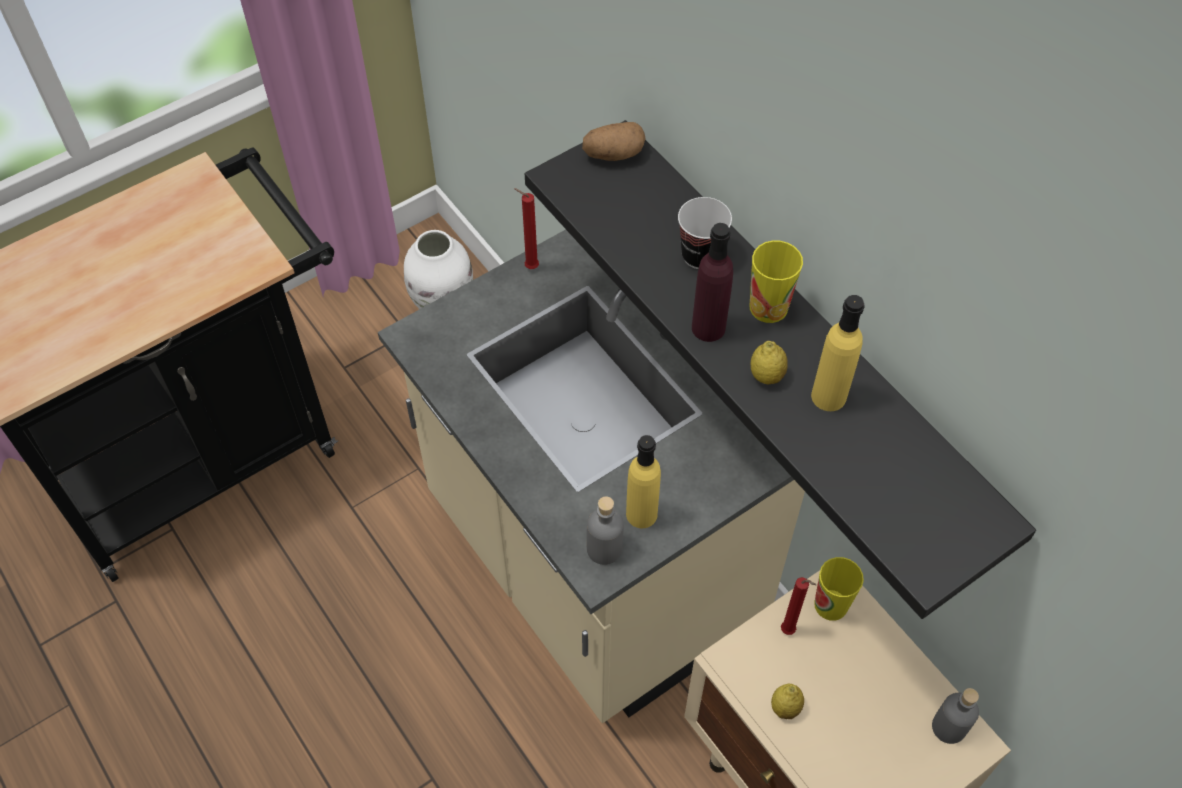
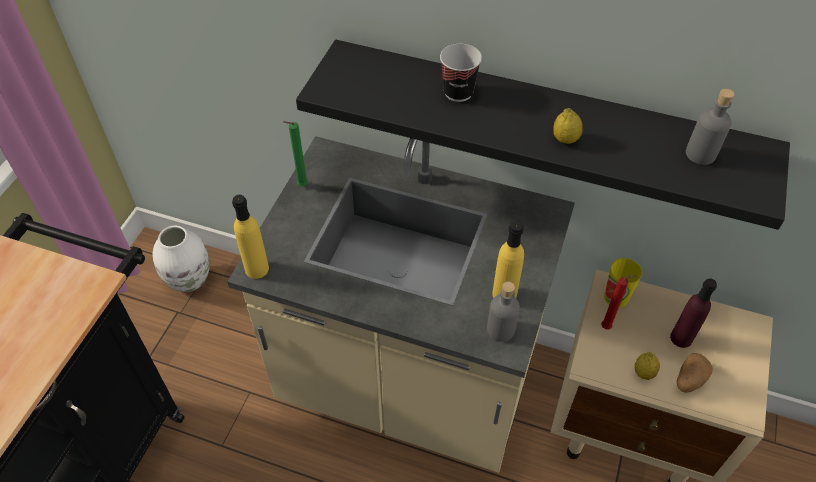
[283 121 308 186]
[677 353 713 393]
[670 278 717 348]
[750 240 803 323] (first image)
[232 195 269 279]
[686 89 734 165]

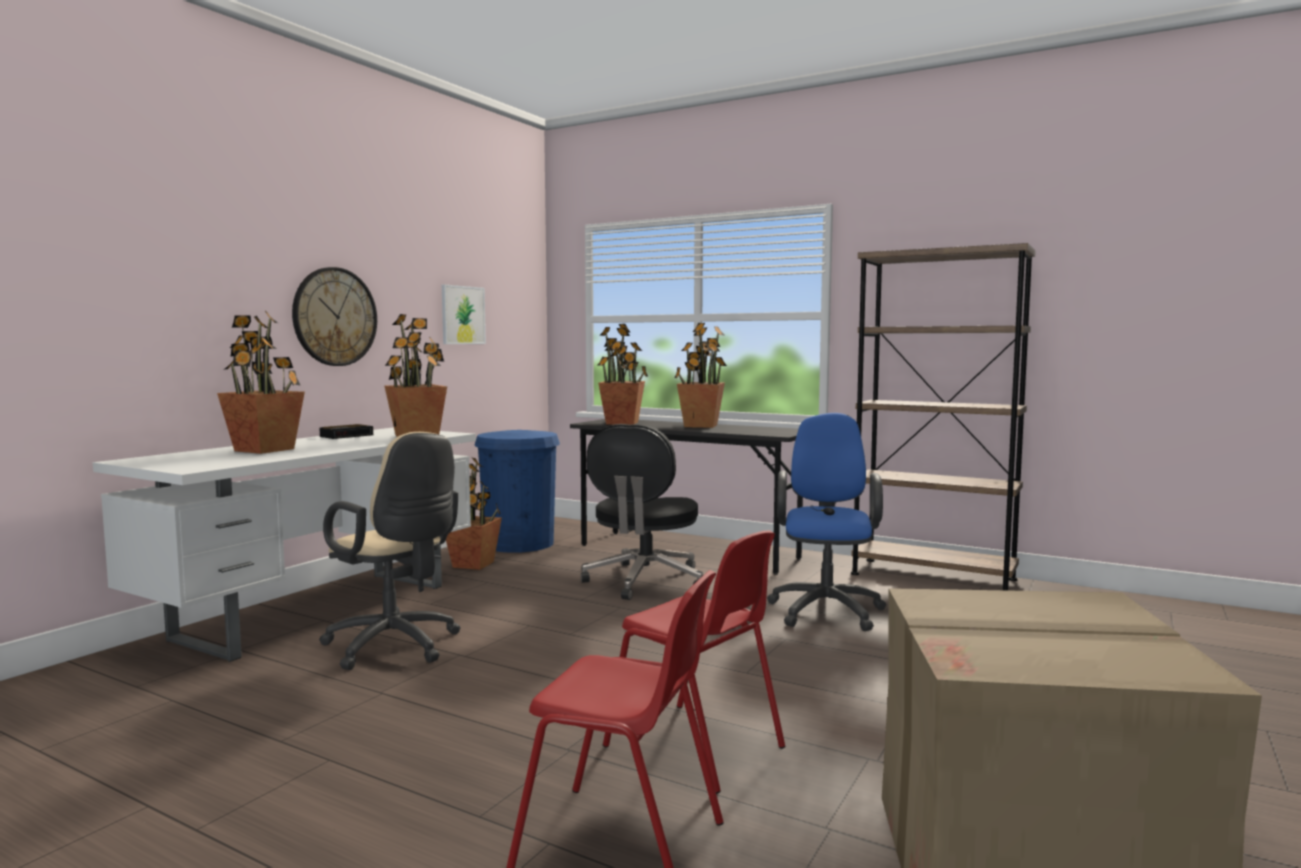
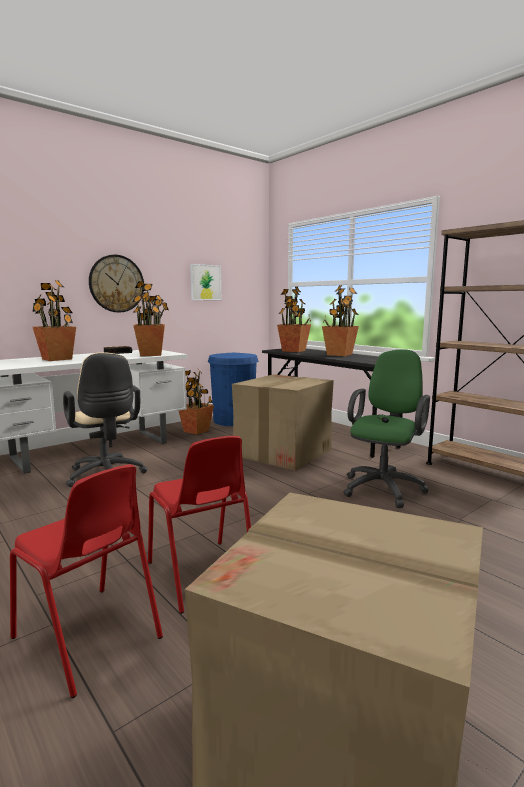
[232 374 334 471]
[343 349 430 508]

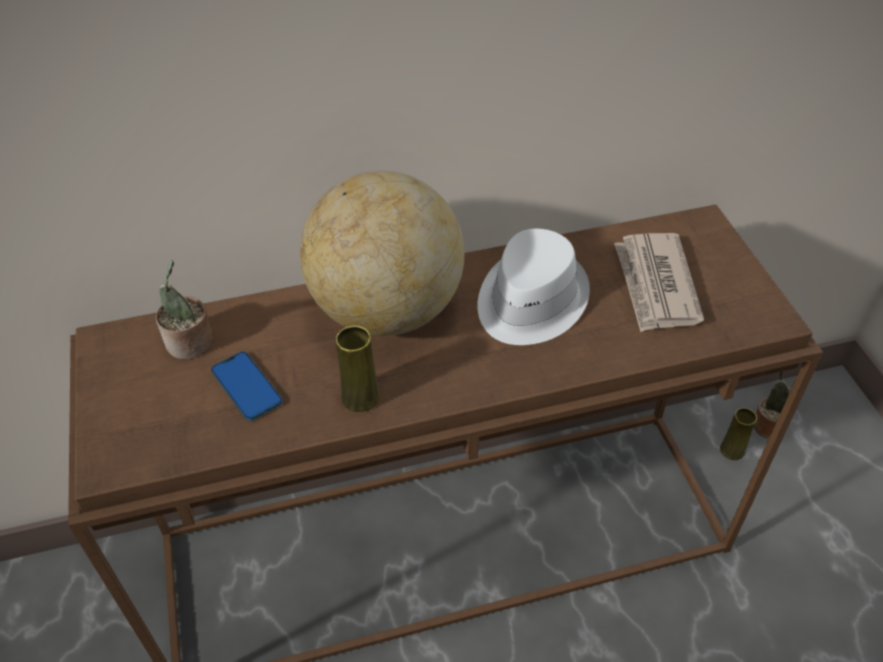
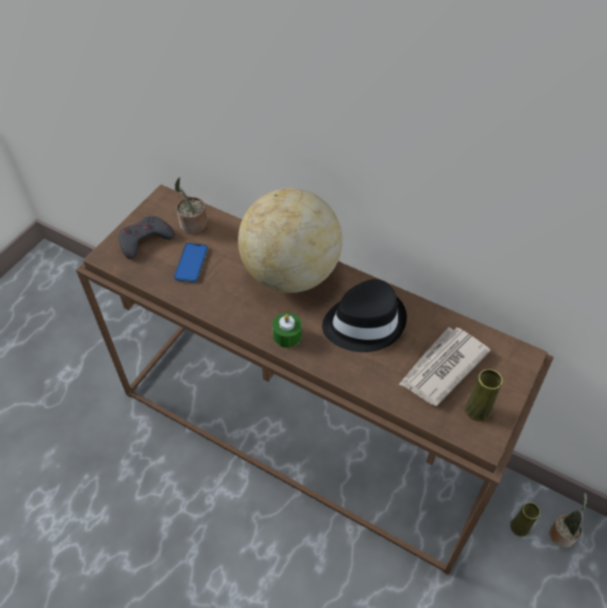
[465 369 503 421]
[322 279 407 352]
[119 216 175 259]
[272 312 302 348]

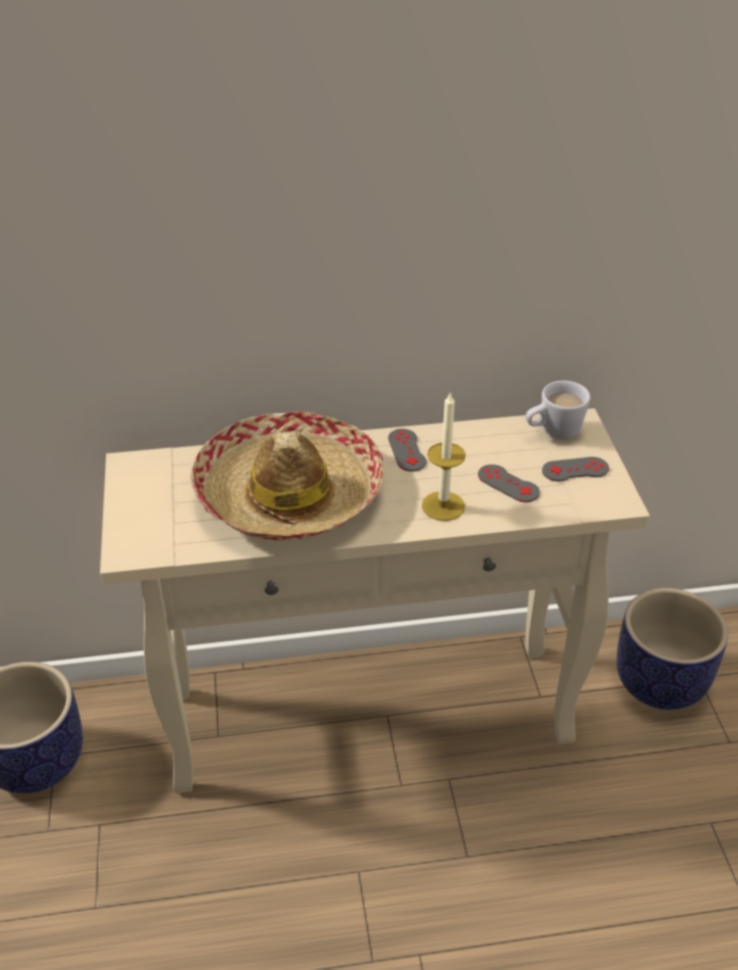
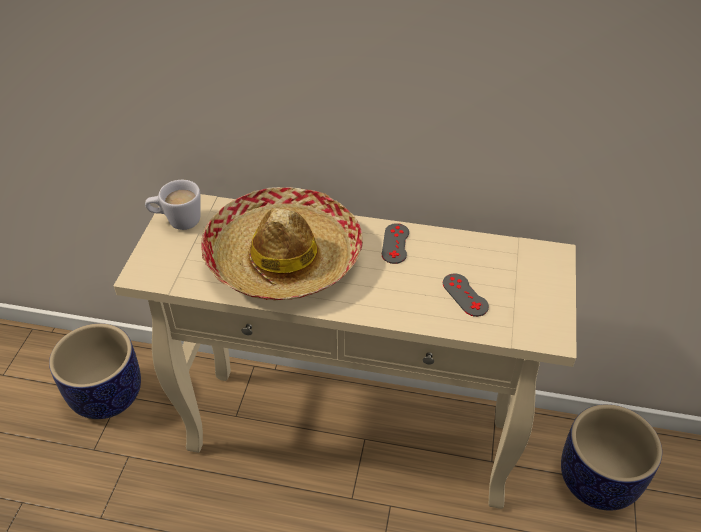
[422 391 466 521] (first image)
[145 180 201 230]
[542 457 609 481] (first image)

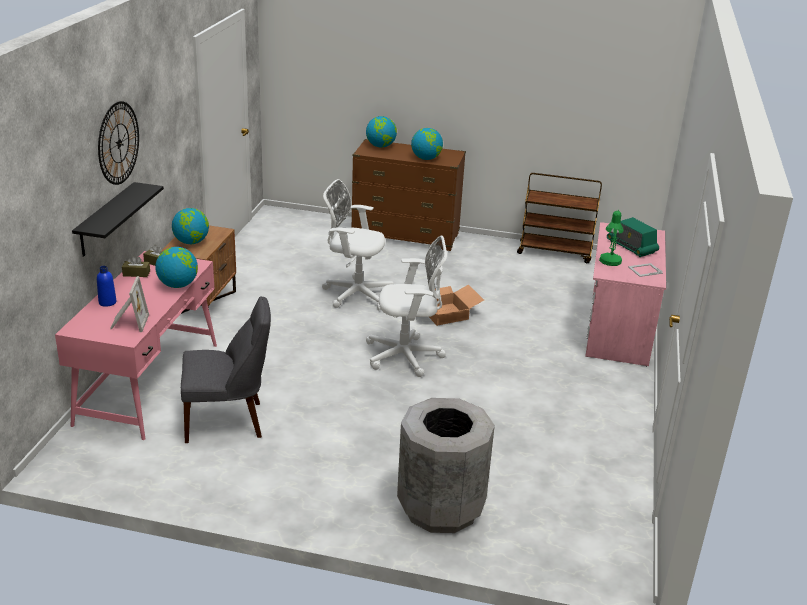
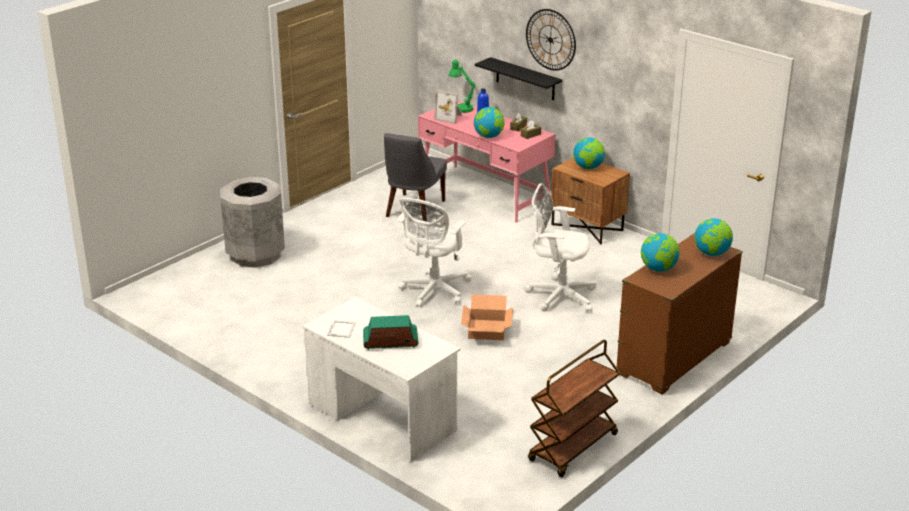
[525 183 597 312]
[303 297 461 461]
[449 59 475 113]

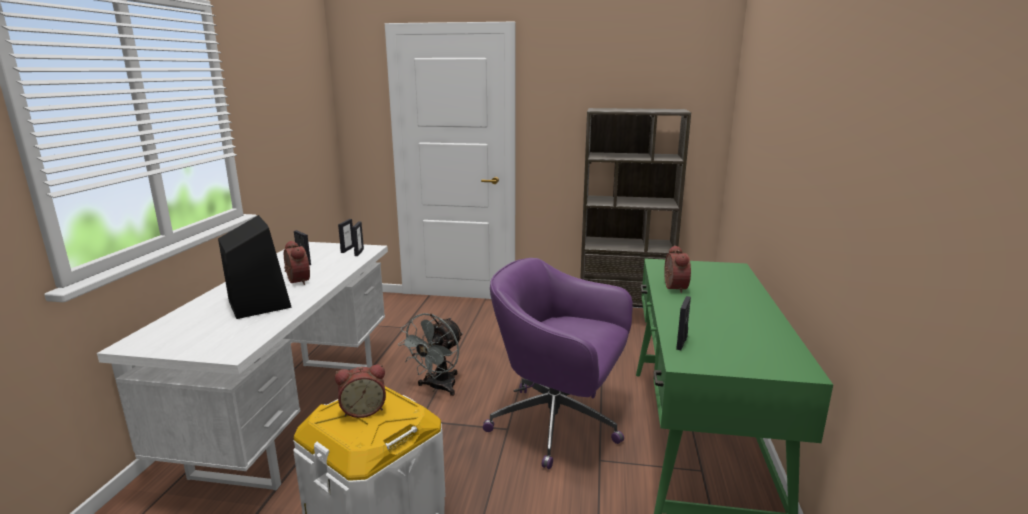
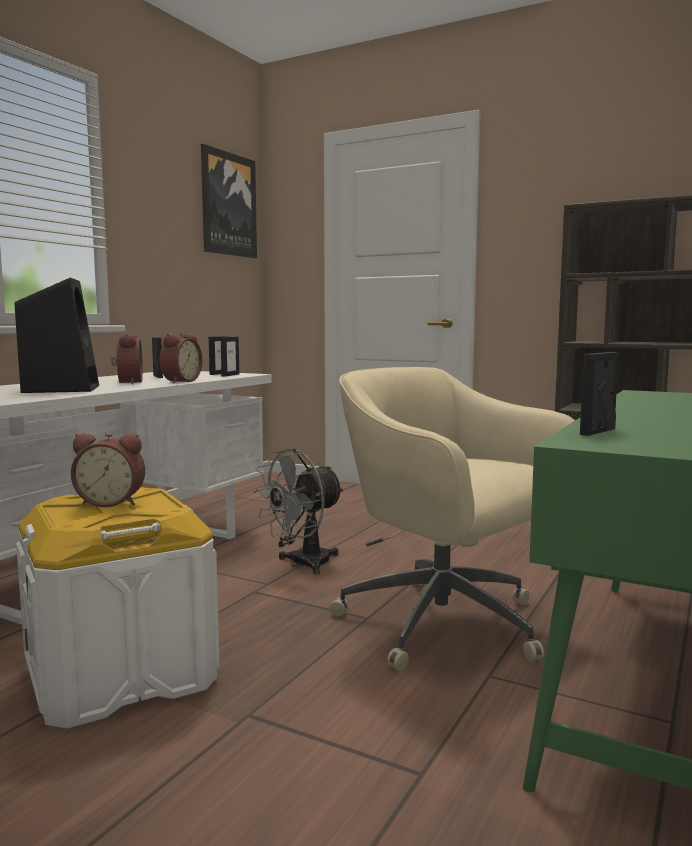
[329 367 575 671]
[159 333 202 383]
[201 144 257 258]

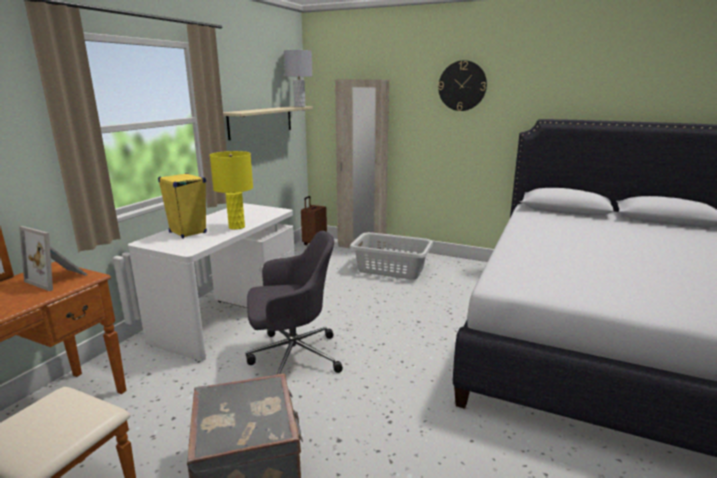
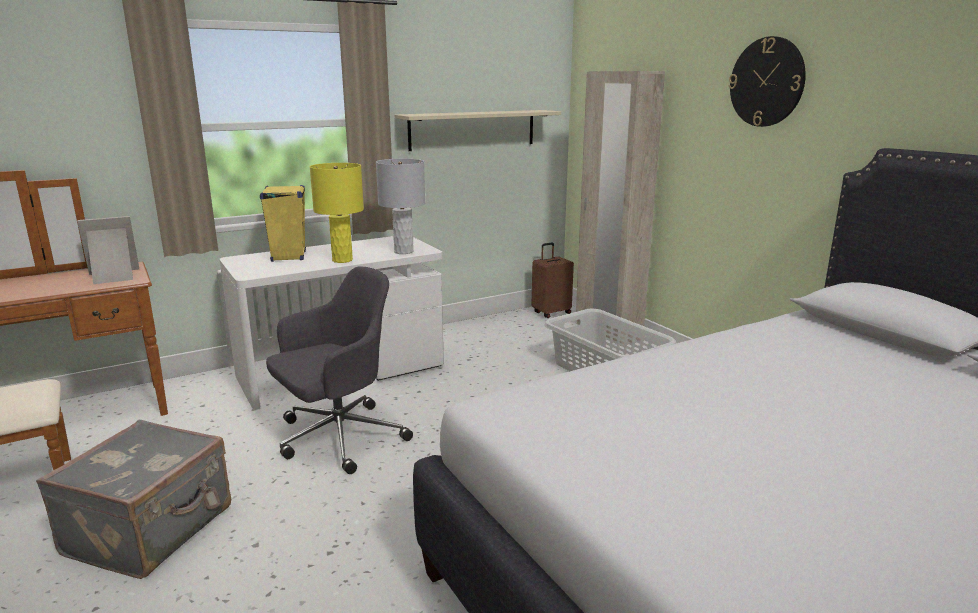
[77 216 139 284]
[266 267 413 474]
[376 159 425 254]

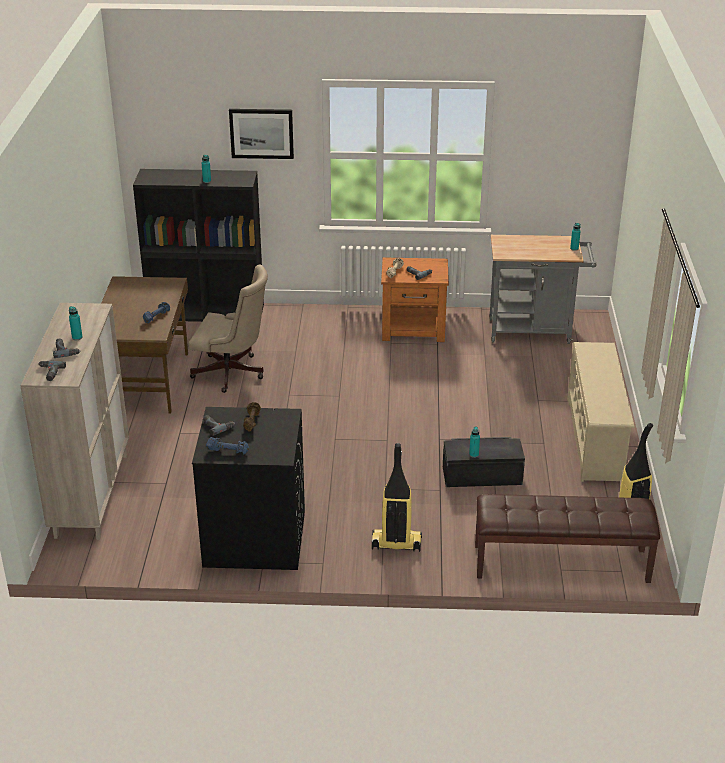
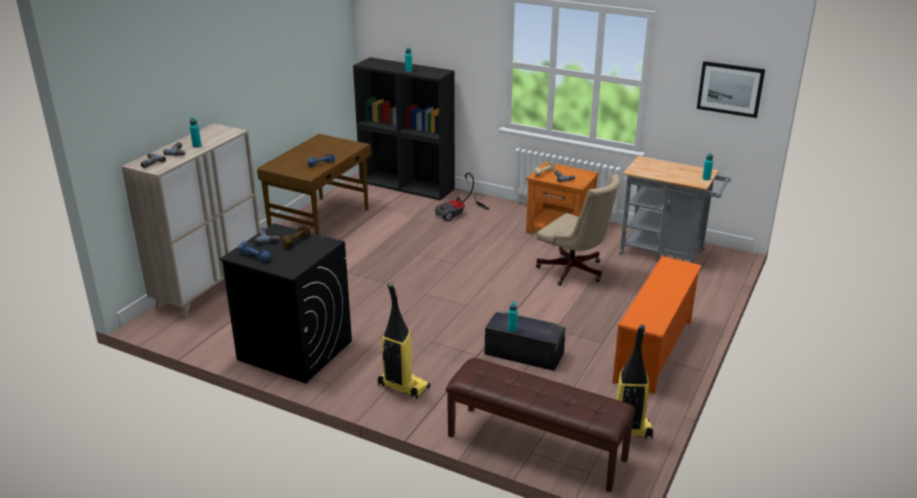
[536 174 620 286]
[697 61 765 118]
[612 256 702 394]
[435 172 490 221]

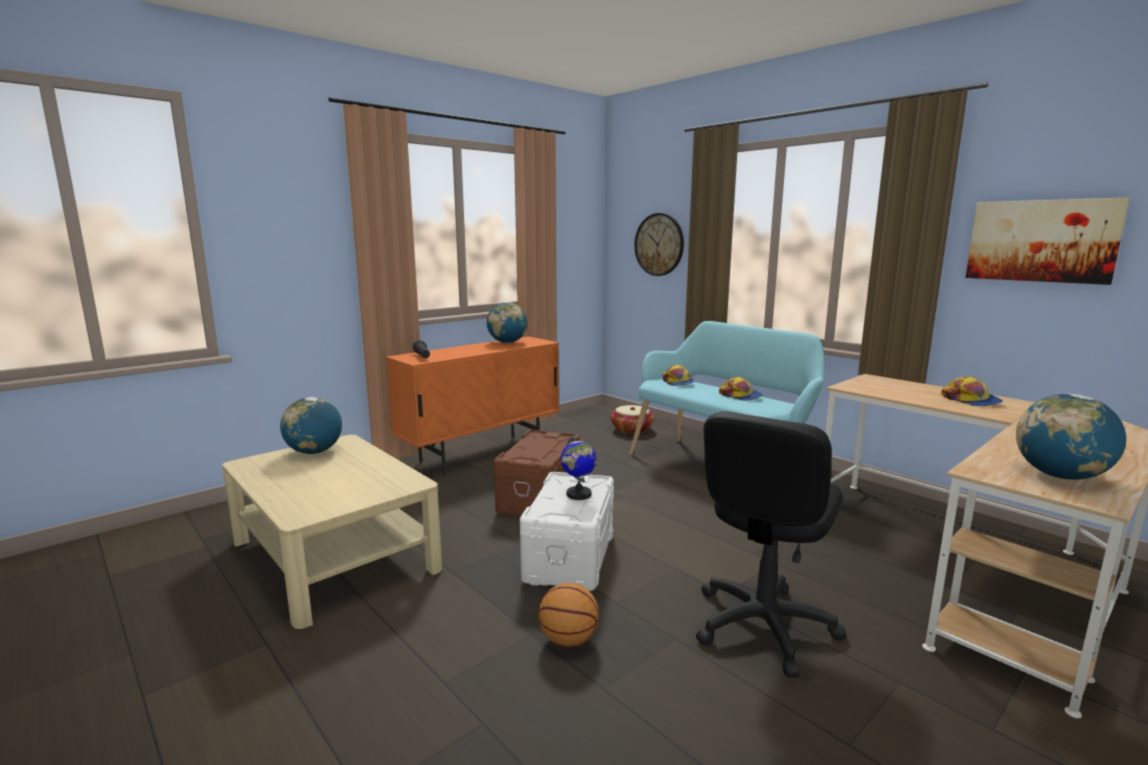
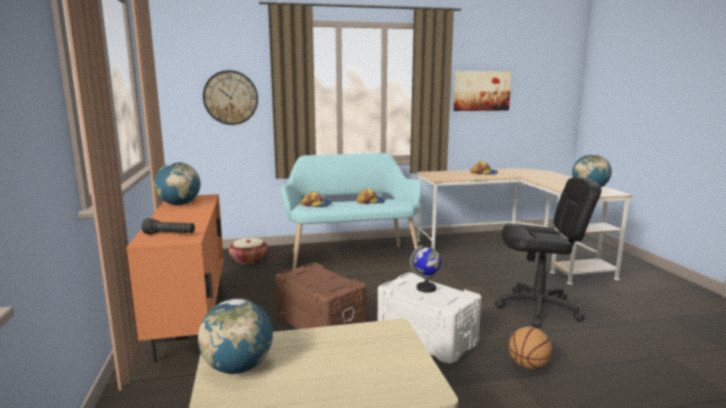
[495 177 602 327]

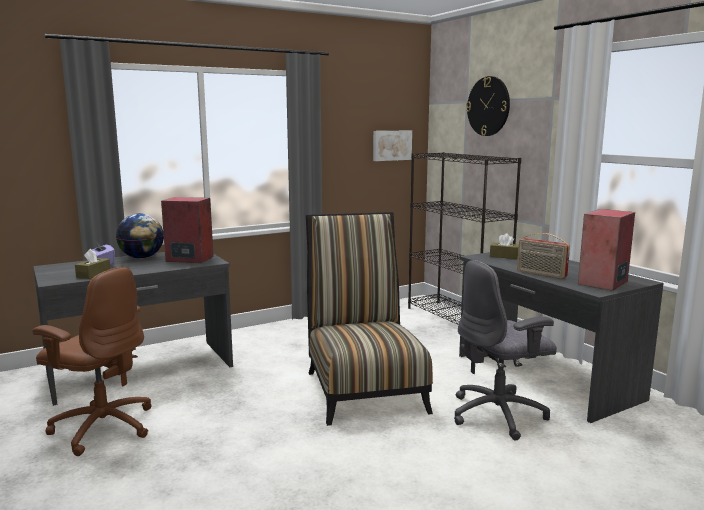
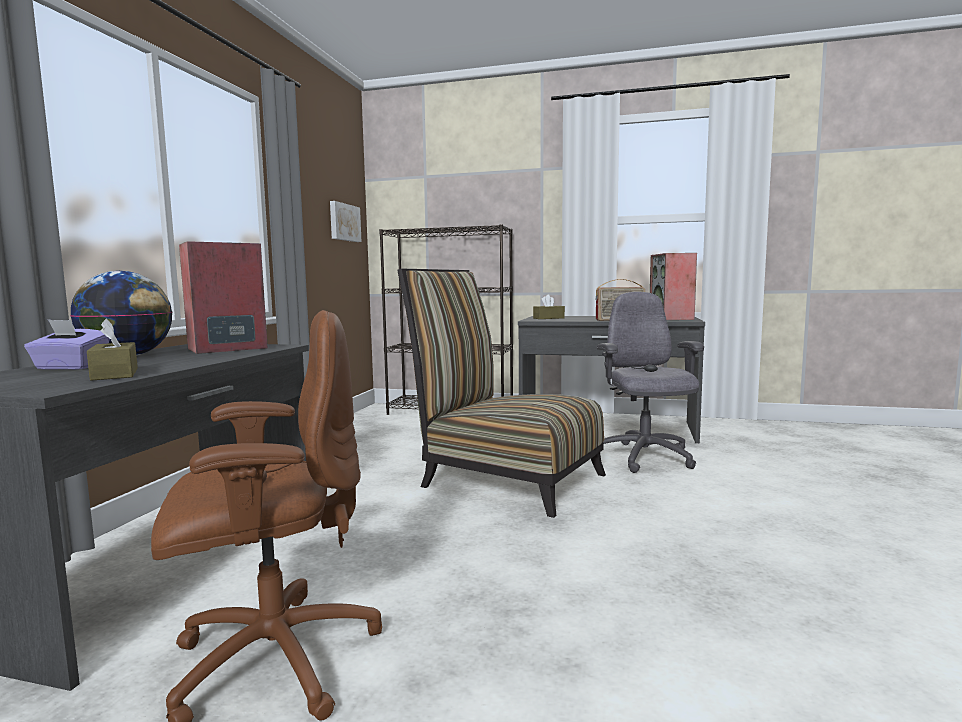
[597 292 704 473]
[466 76 510 136] (first image)

